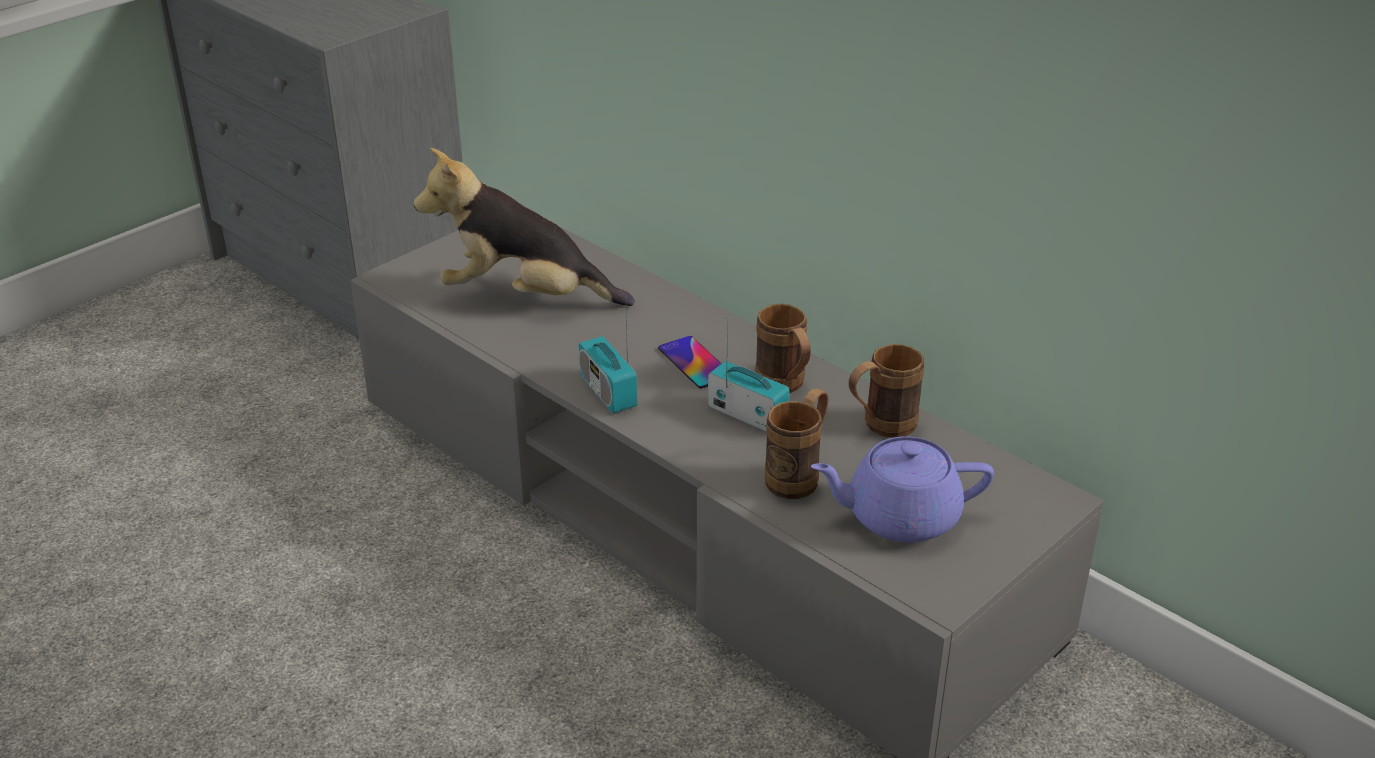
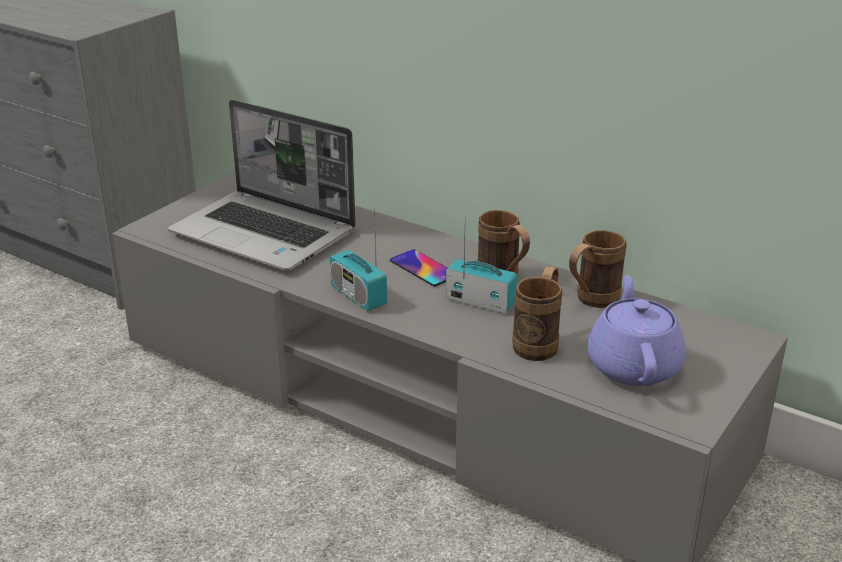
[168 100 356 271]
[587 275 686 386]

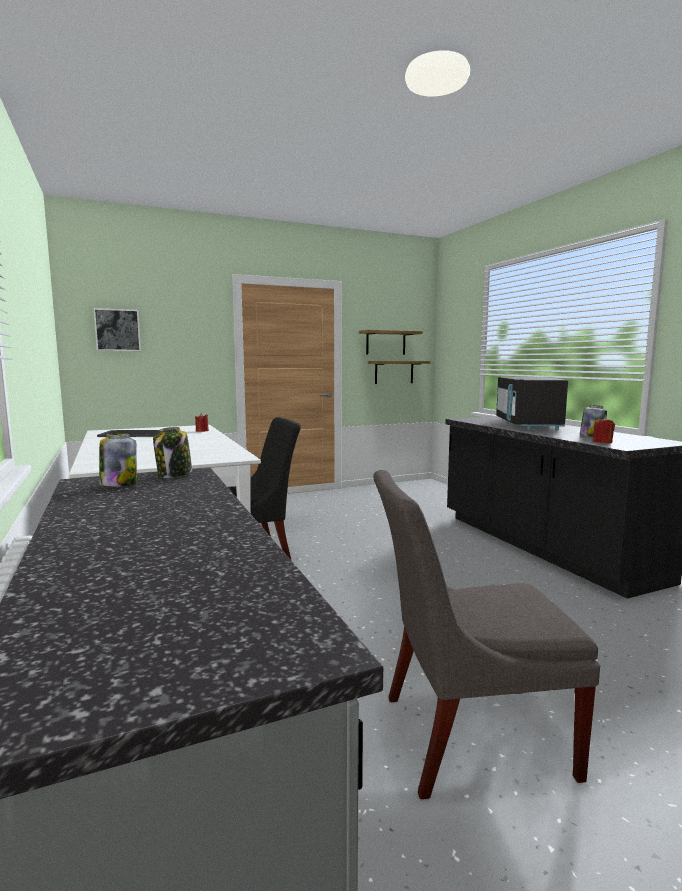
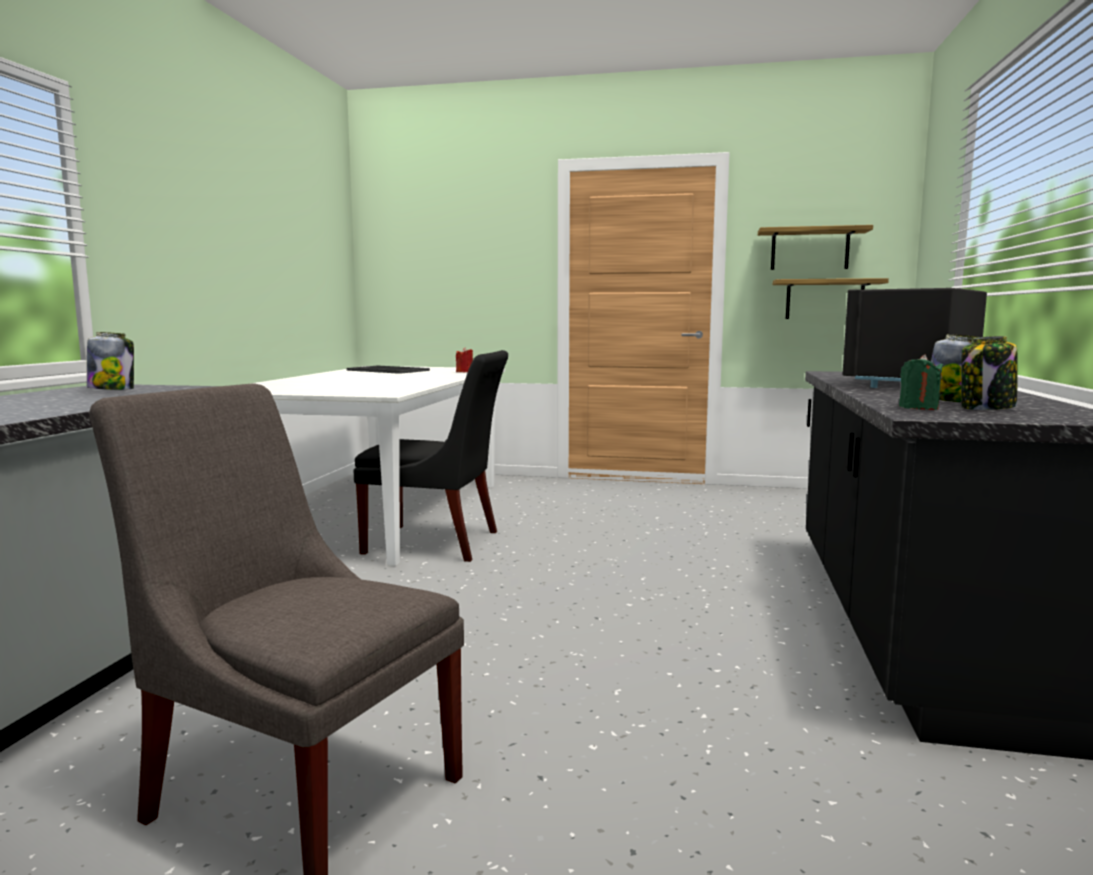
[93 308 141 351] (first image)
[961 336 1018 410]
[899 355 943 410]

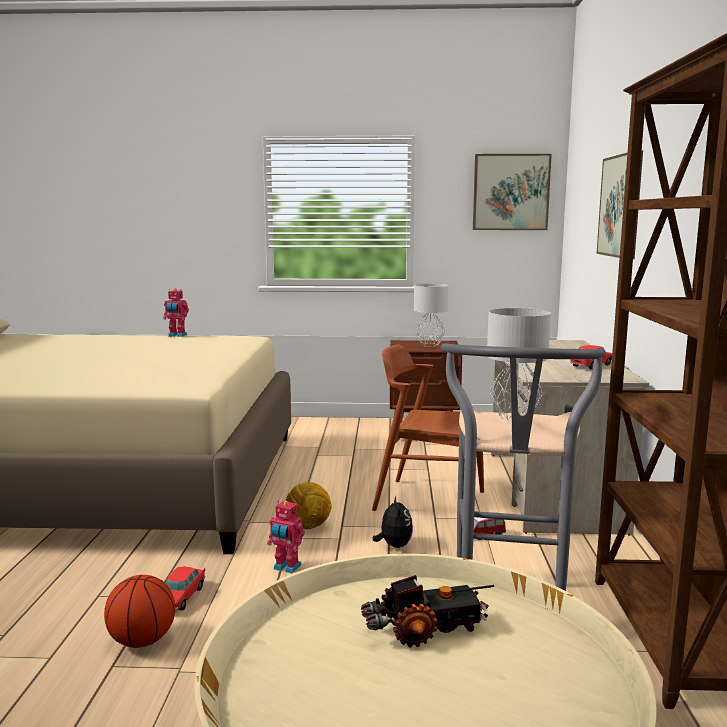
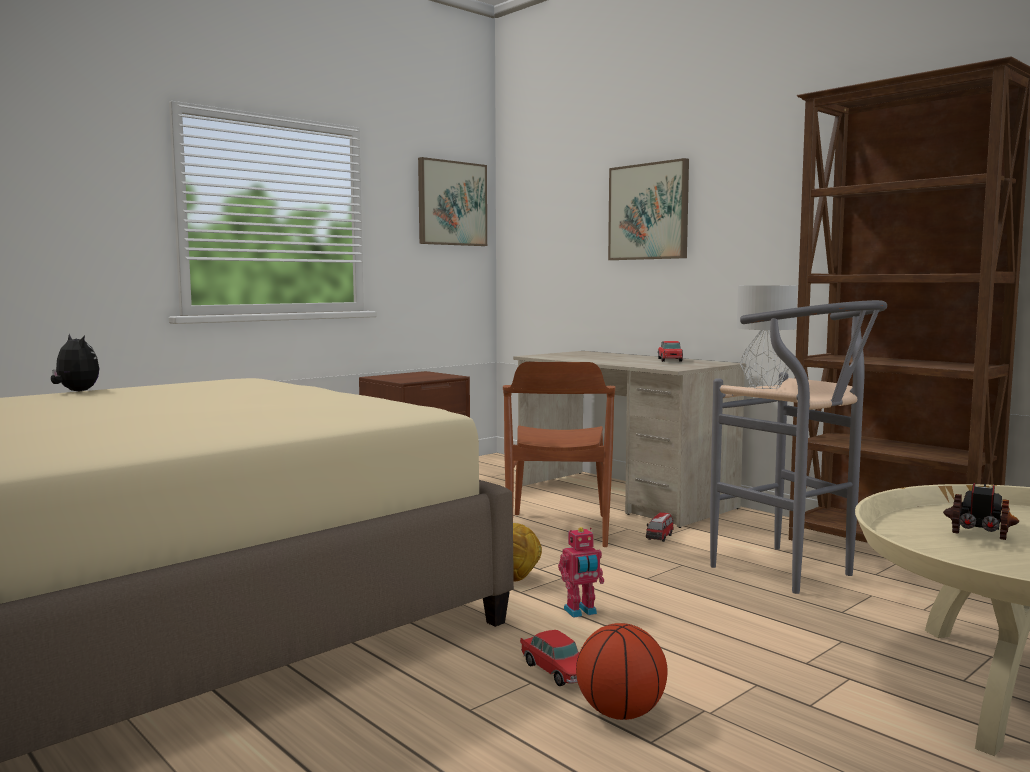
[163 288 189 337] (first image)
[503 362 615 547]
[51 334 99 392]
[414 284 449 347] (first image)

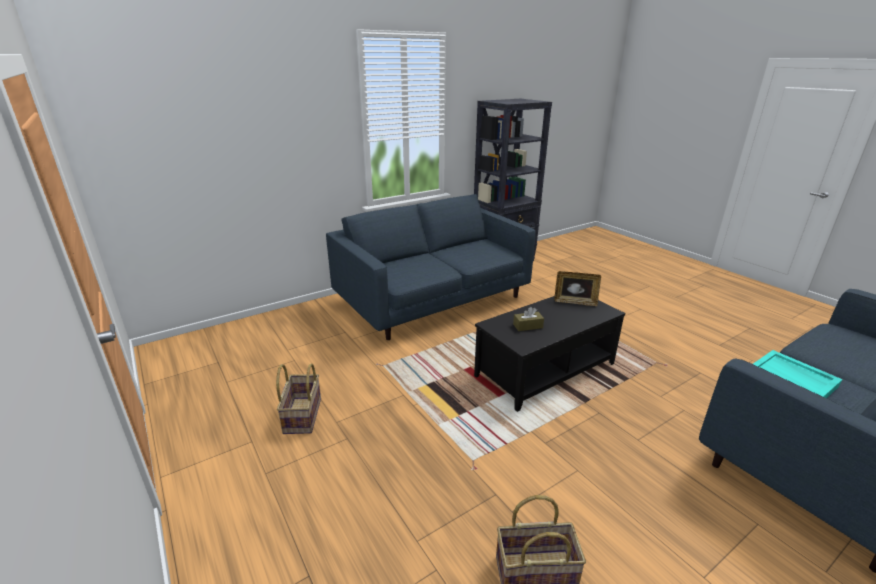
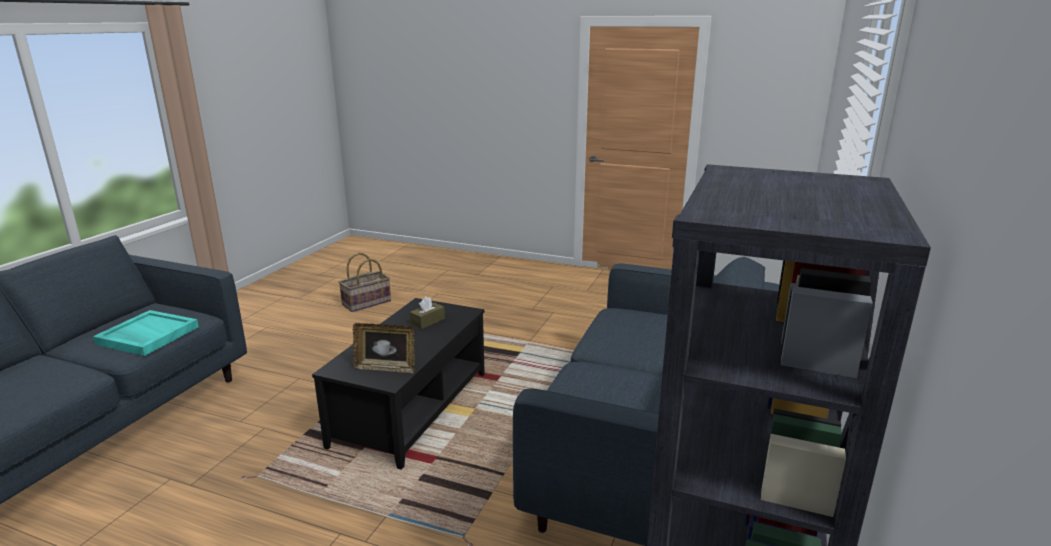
[276 364 321 434] (first image)
[353 323 415 373]

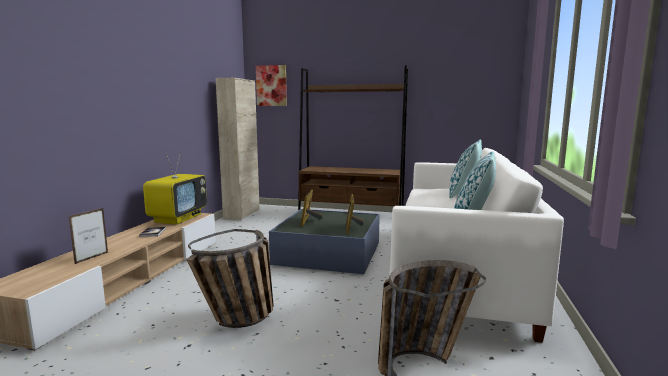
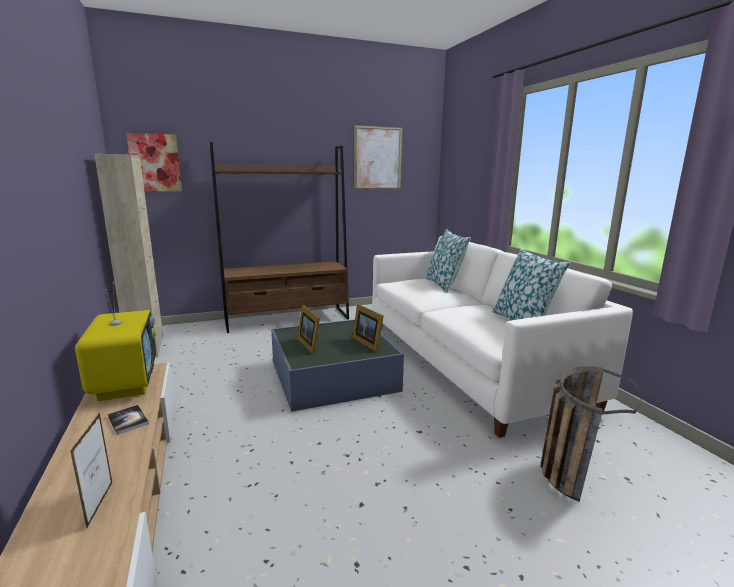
[186 229 274 328] (first image)
[354 125 402 190]

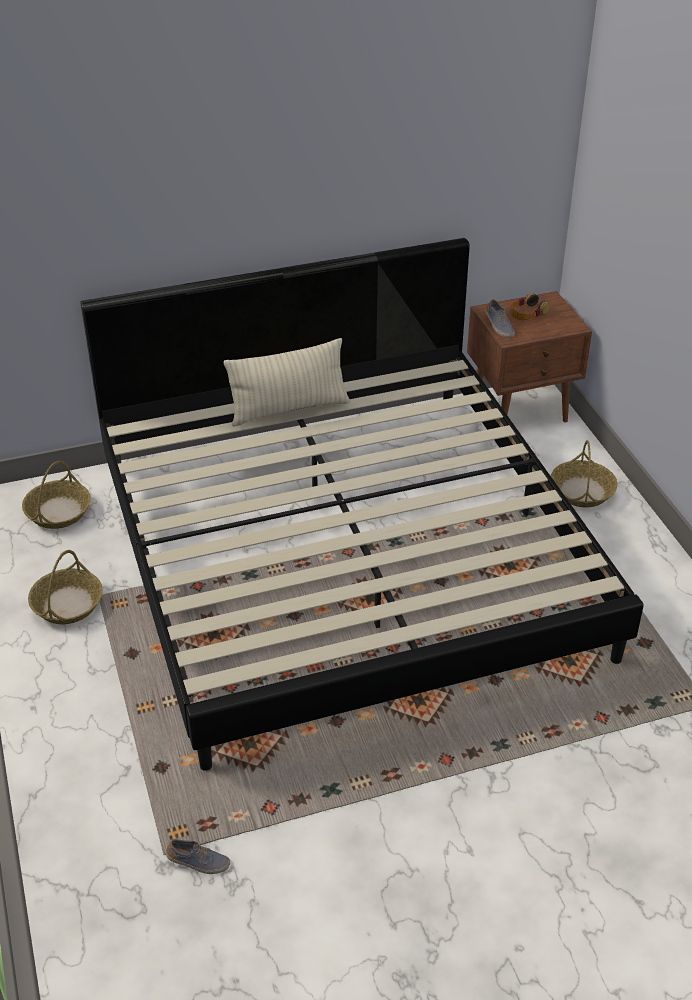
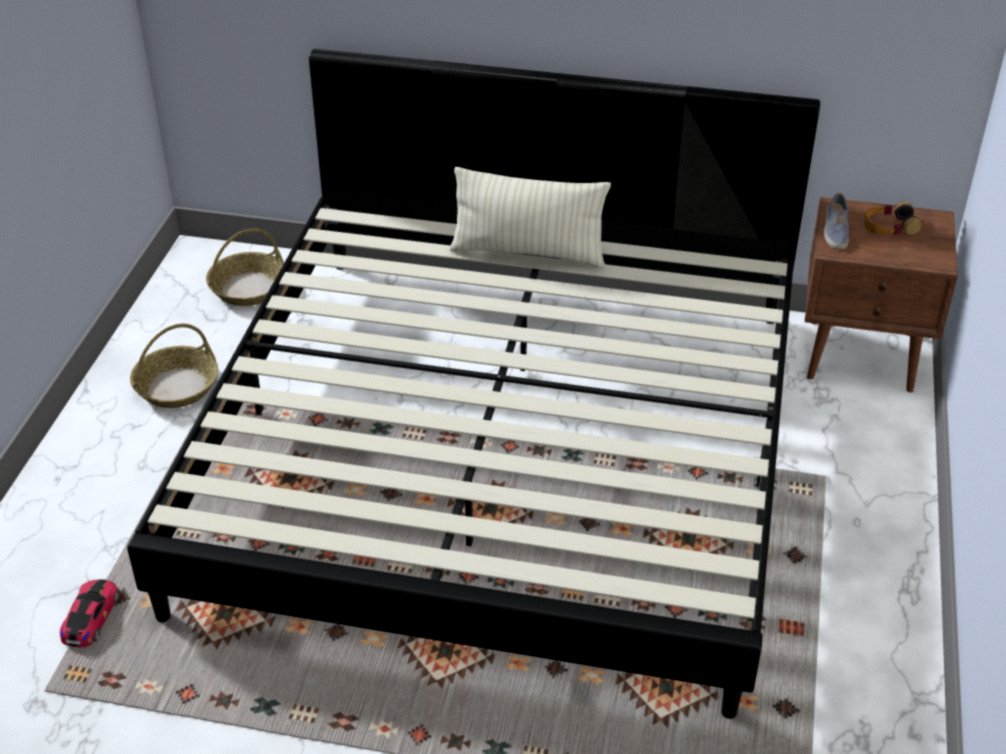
[166 839 230 874] (first image)
[551 440 617 507] (first image)
[60 579 120 648]

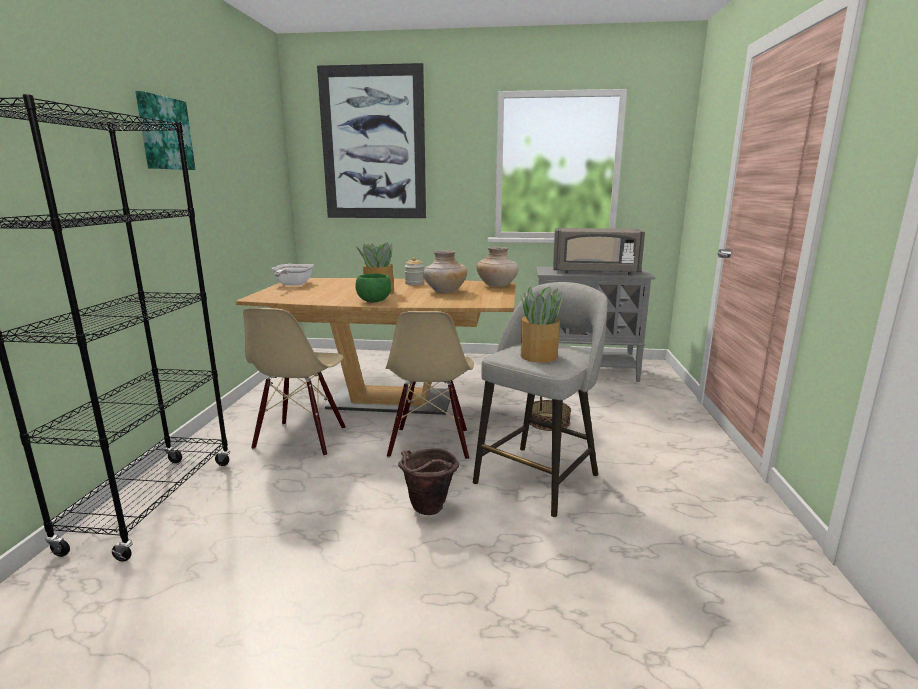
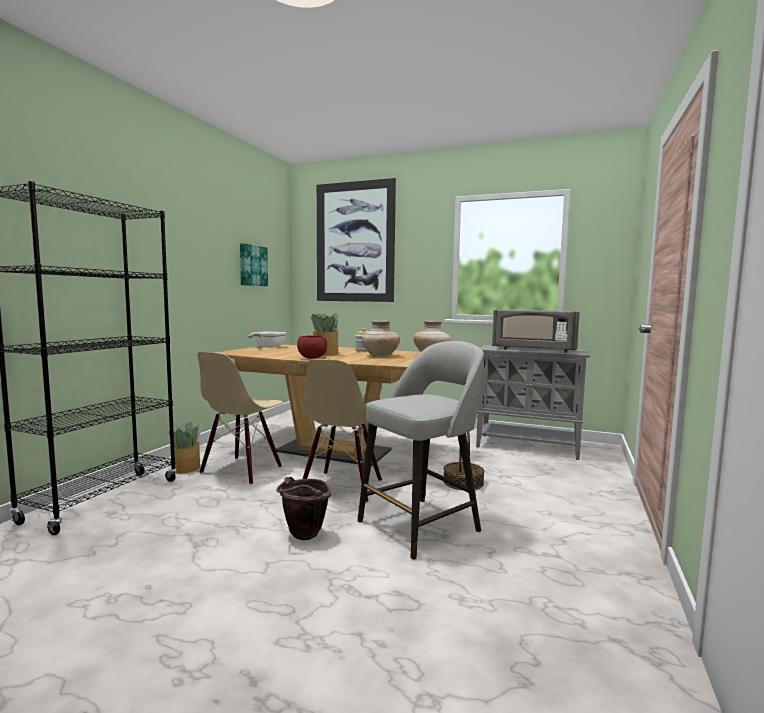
[240 243 268 286]
[297 335 327 359]
[169 422 202 474]

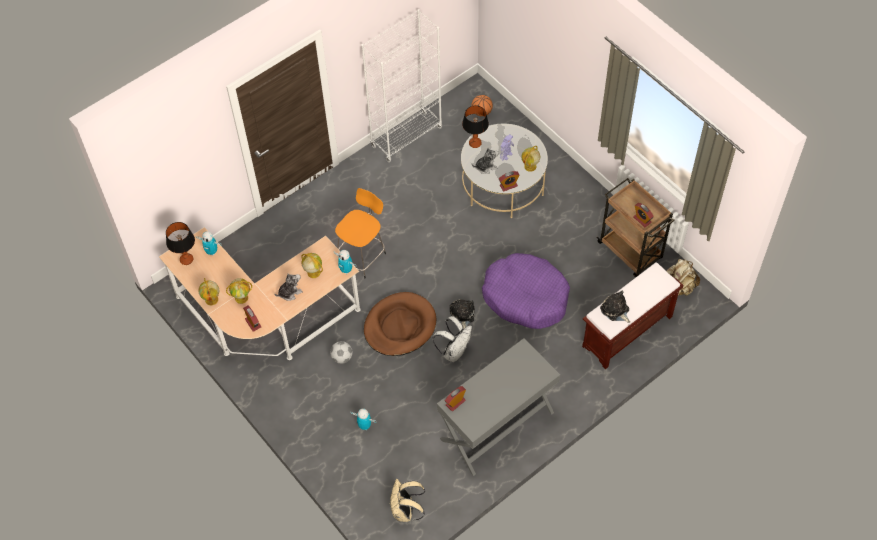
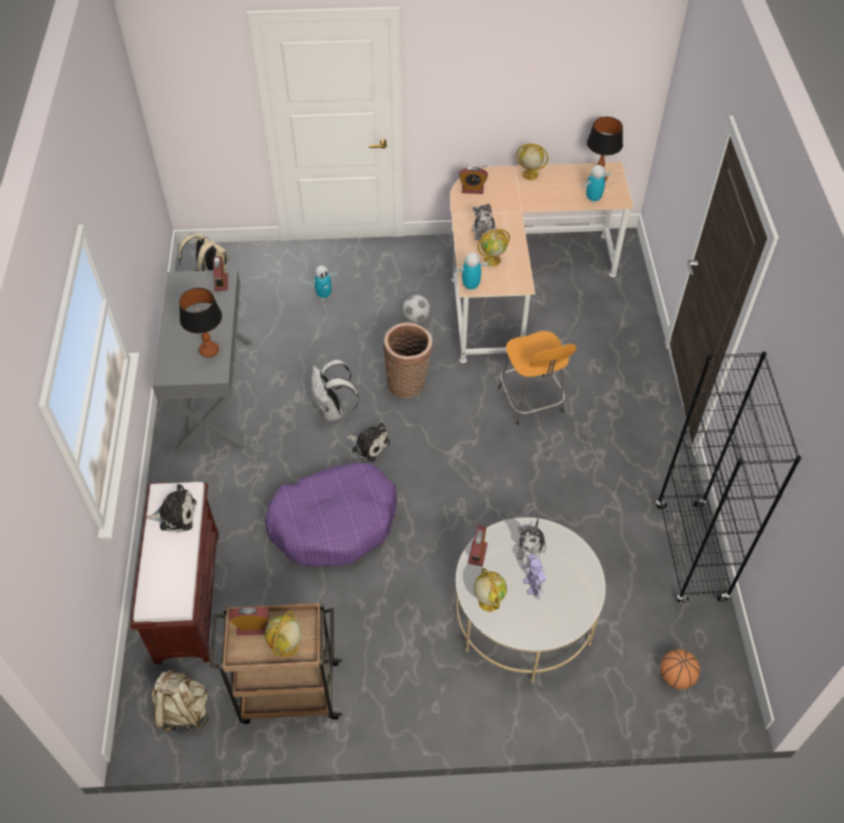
[265 611 302 657]
[656 351 801 604]
[383 323 433 398]
[179 288 222 357]

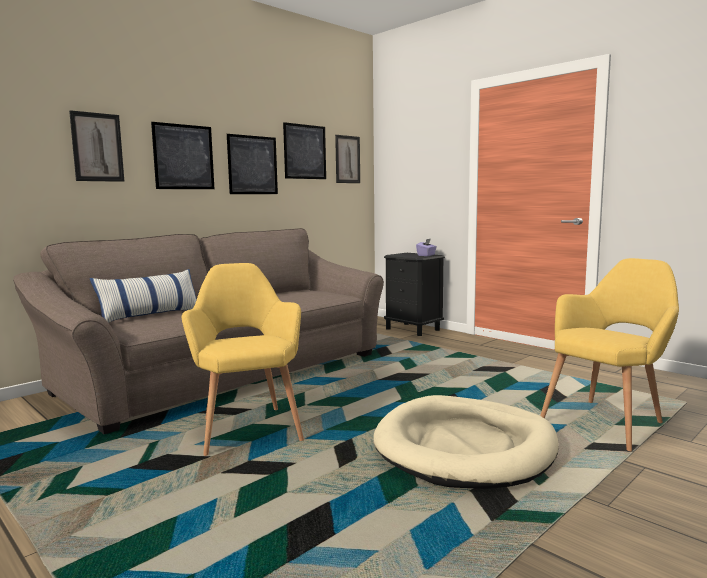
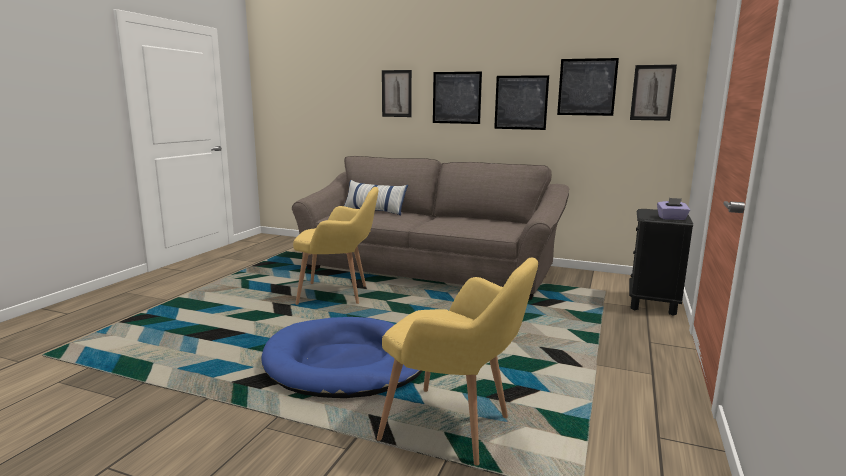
[293 187 379 305]
[262 317 422 398]

